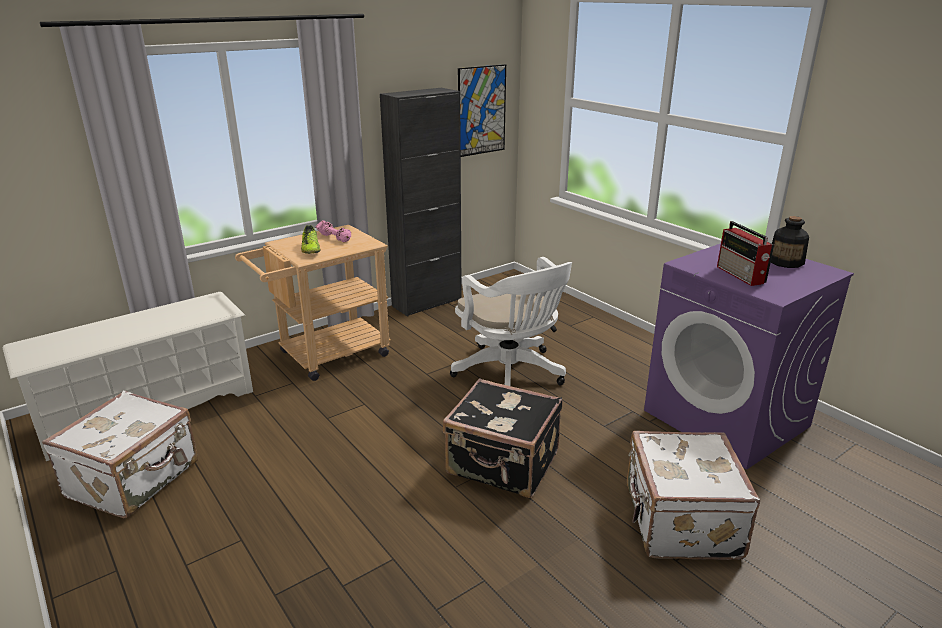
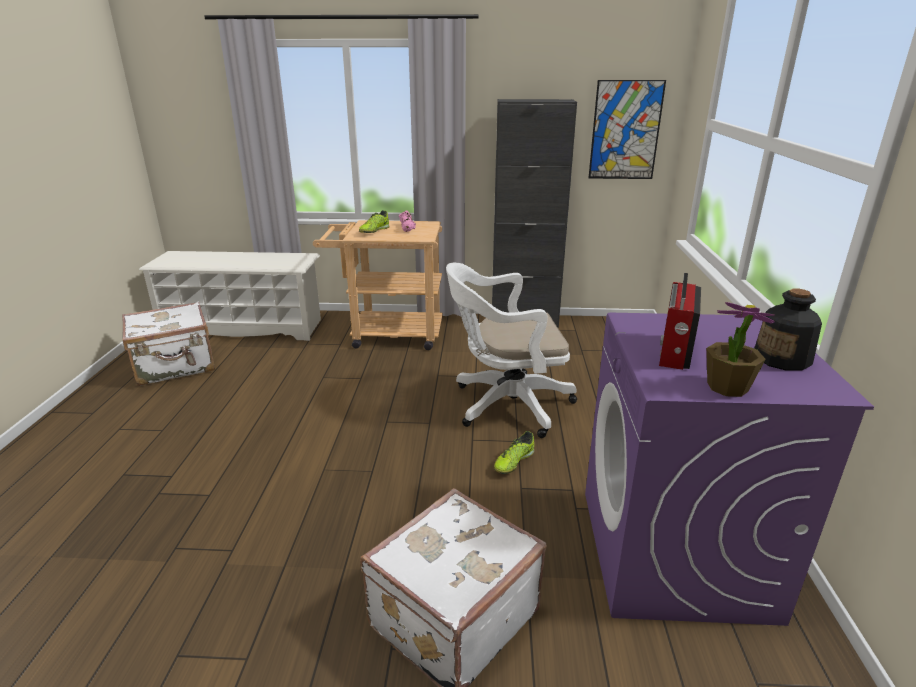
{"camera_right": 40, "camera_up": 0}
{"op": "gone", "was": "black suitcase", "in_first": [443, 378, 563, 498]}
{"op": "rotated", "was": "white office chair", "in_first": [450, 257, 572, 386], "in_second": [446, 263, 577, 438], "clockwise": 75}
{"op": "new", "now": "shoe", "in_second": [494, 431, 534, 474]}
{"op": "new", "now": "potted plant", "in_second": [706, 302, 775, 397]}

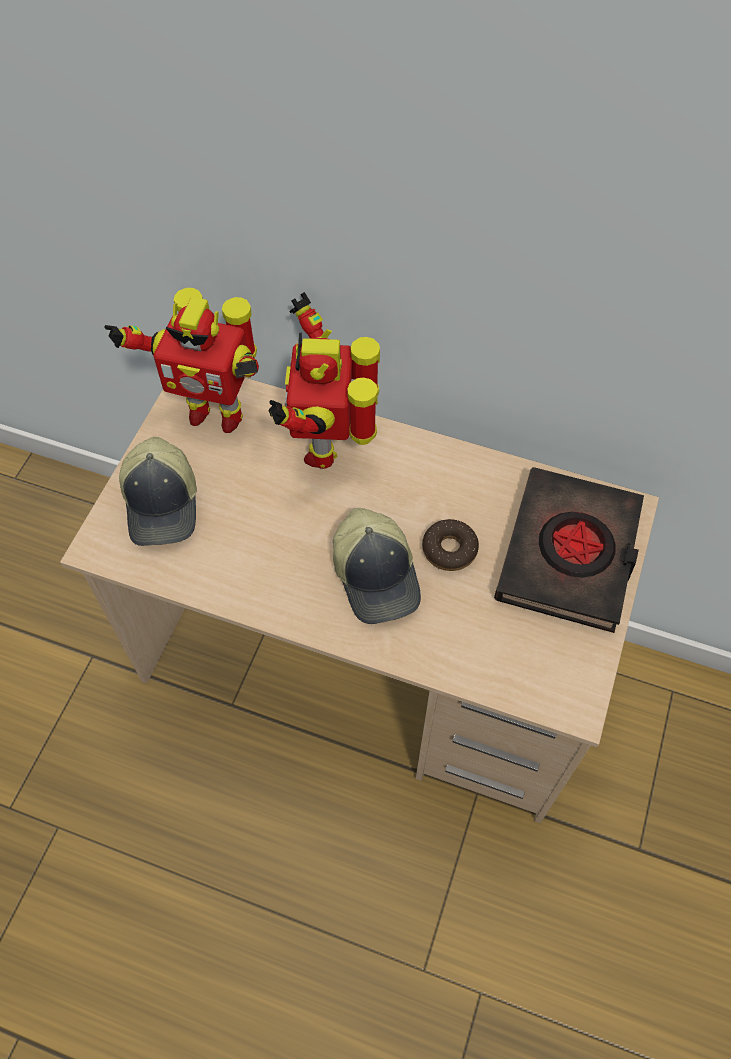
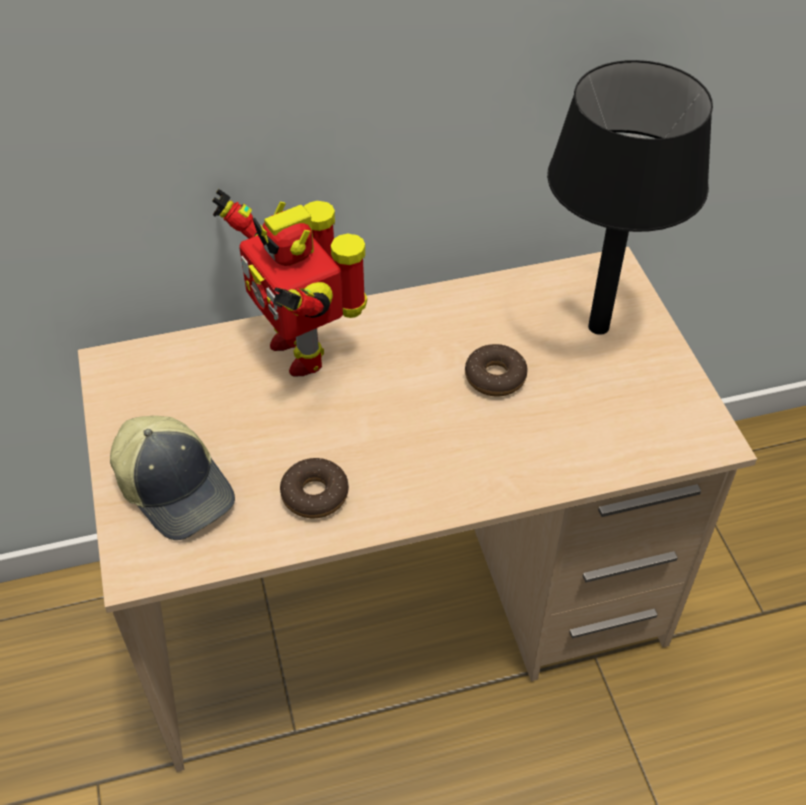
{"camera_right": -35, "camera_up": -10}
{"op": "gone", "was": "toy robot", "in_first": [104, 288, 259, 433]}
{"op": "gone", "was": "cap", "in_first": [333, 508, 421, 624]}
{"op": "swapped", "was": "black book", "now": "black table lamp", "in_first": [494, 467, 644, 633], "in_second": [547, 60, 713, 335]}
{"op": "new", "now": "donut", "in_second": [280, 458, 349, 518]}

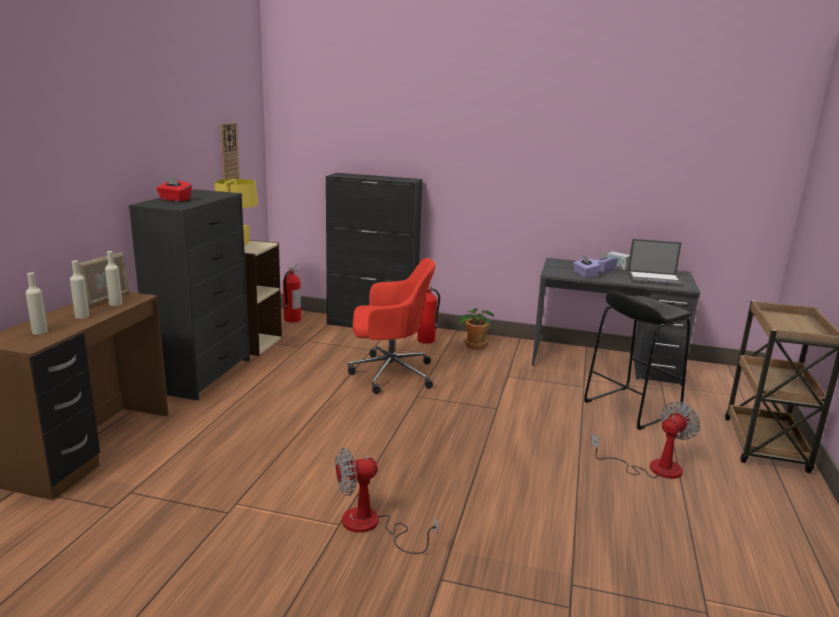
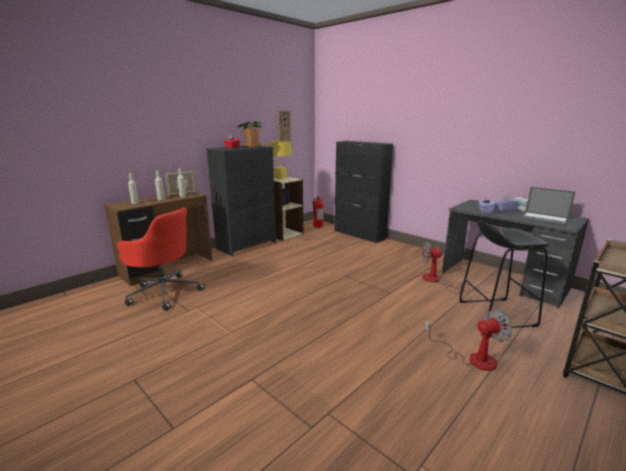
{"camera_right": 30, "camera_up": 0}
{"op": "shifted", "was": "fan", "in_first": [335, 448, 438, 554], "in_second": [422, 242, 467, 293]}
{"op": "shifted", "was": "red office chair", "in_first": [348, 258, 435, 394], "in_second": [117, 208, 205, 311]}
{"op": "gone", "was": "fire extinguisher", "in_first": [417, 285, 440, 344]}
{"op": "shifted", "was": "potted plant", "in_first": [459, 308, 494, 349], "in_second": [237, 121, 262, 147]}

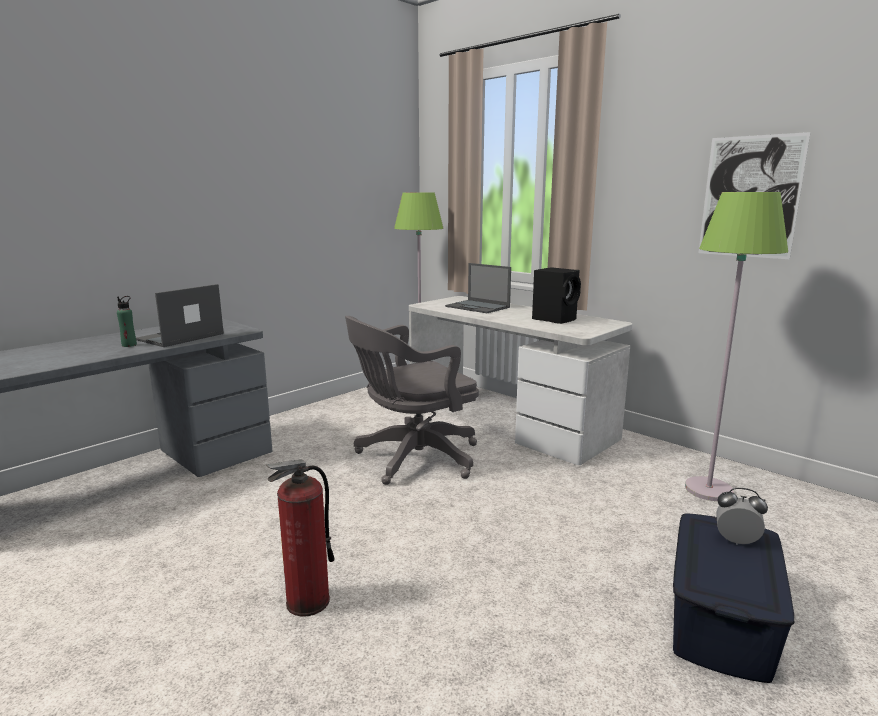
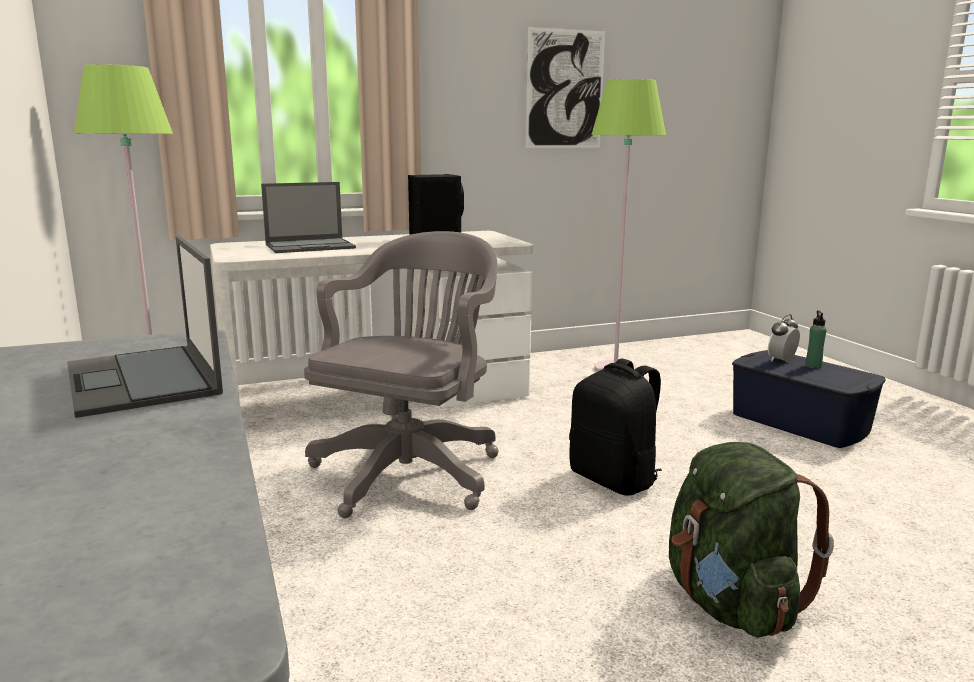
{"camera_right": -65, "camera_up": 0}
{"op": "shifted", "was": "green bottle", "in_first": [117, 296, 137, 347], "in_second": [805, 310, 827, 369]}
{"op": "swapped", "was": "fire extinguisher", "now": "green backpack", "in_first": [266, 459, 335, 617], "in_second": [669, 442, 834, 638]}
{"op": "rotated", "was": "grey office chair", "in_first": [345, 316, 479, 485], "in_second": [304, 231, 499, 518], "clockwise": -150}
{"op": "new", "now": "black backpack", "in_second": [569, 359, 662, 496]}

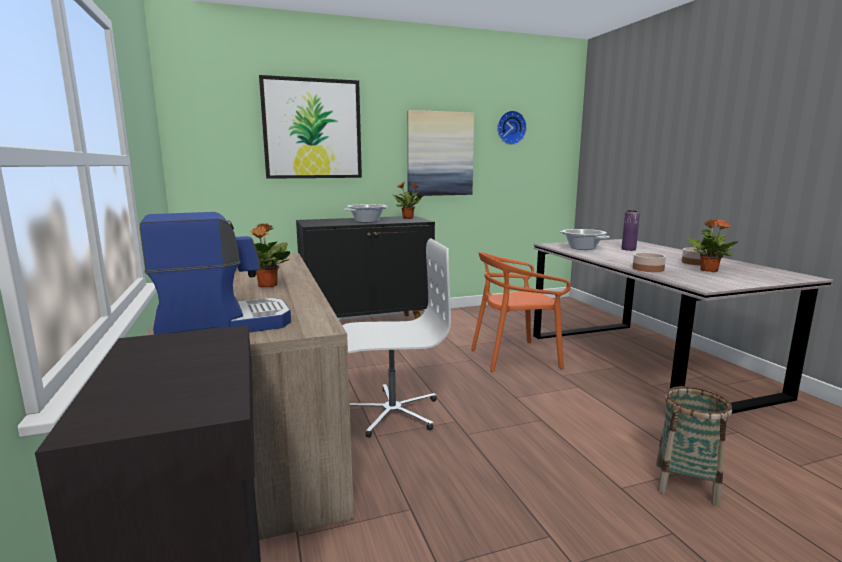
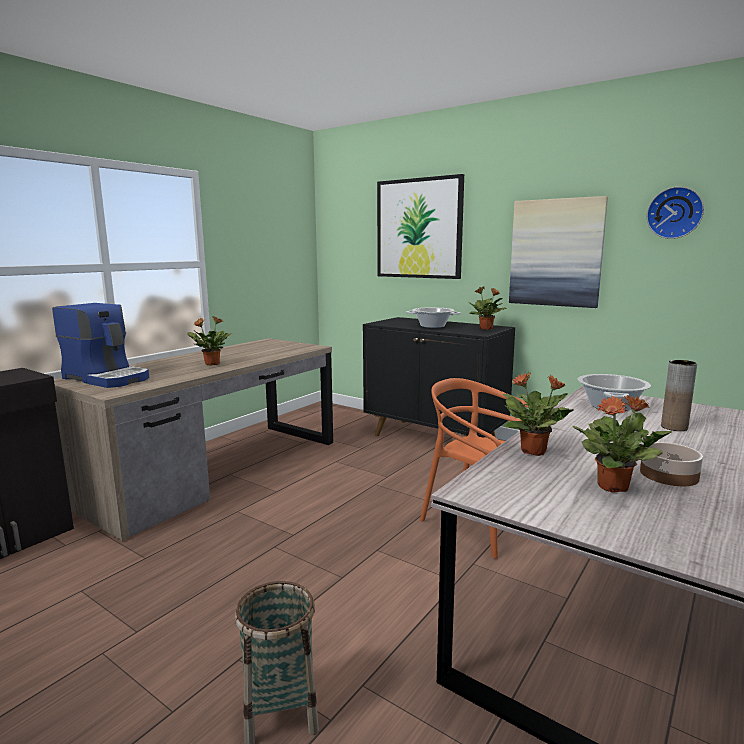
{"camera_right": 55, "camera_up": 0}
{"op": "gone", "was": "white office chair", "in_first": [342, 239, 451, 438]}
{"op": "repainted", "was": "purple vase", "now": "brown vase", "in_first": [621, 210, 640, 251], "in_second": [661, 360, 697, 431]}
{"op": "swapped", "was": "bowl", "now": "potted plant", "in_first": [632, 253, 666, 272], "in_second": [503, 372, 574, 456]}

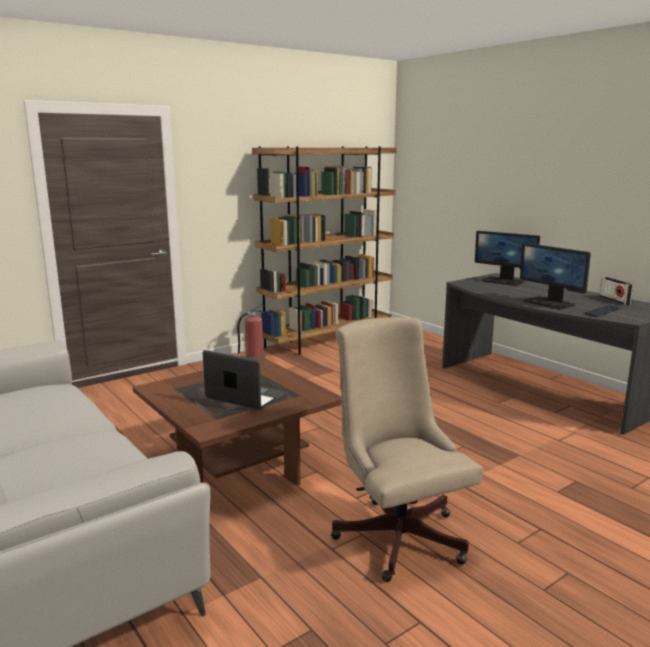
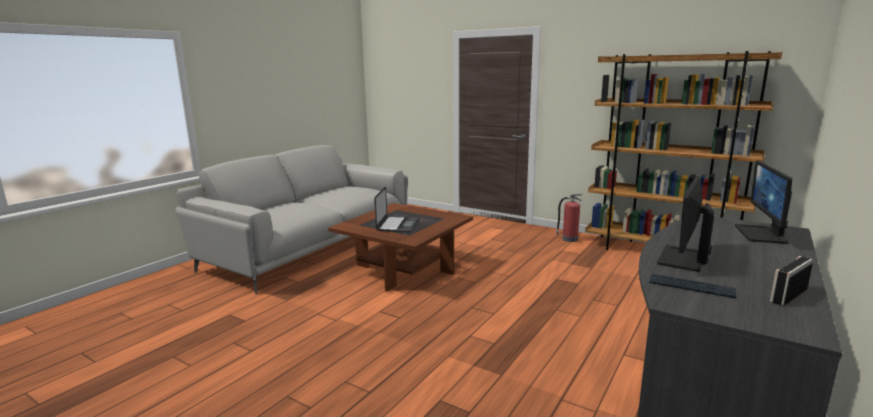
{"camera_right": 70, "camera_up": 0}
{"op": "gone", "was": "beige office chair", "in_first": [331, 317, 483, 582]}

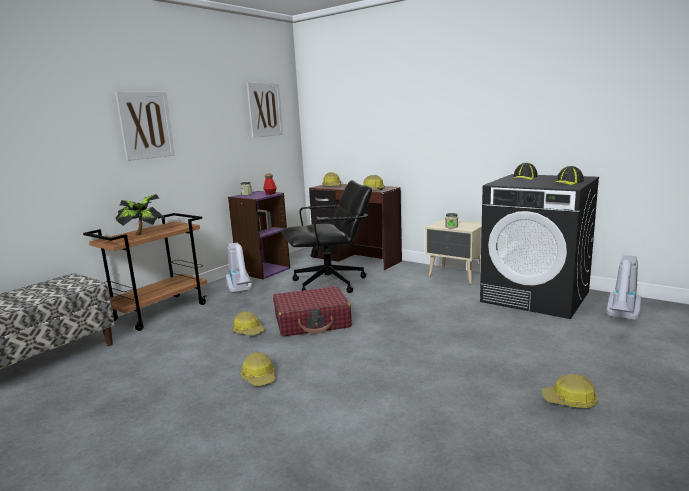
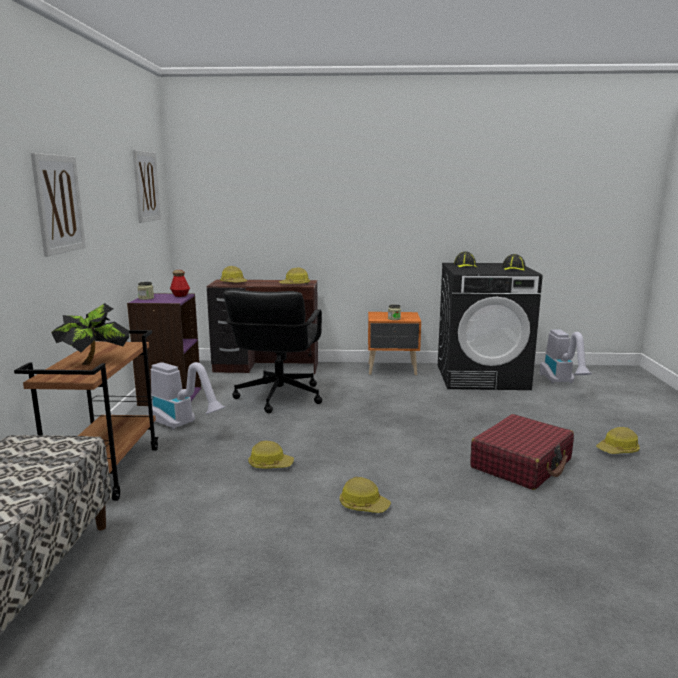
{"camera_right": -35, "camera_up": 0}
{"op": "shifted", "was": "red suitcase", "in_first": [273, 286, 352, 337], "in_second": [470, 414, 574, 490]}
{"op": "rotated", "was": "black office chair", "in_first": [282, 180, 372, 293], "in_second": [223, 289, 322, 413], "clockwise": 150}
{"op": "repainted", "was": "beige nightstand", "now": "orange nightstand", "in_first": [425, 219, 482, 285], "in_second": [368, 312, 421, 375]}

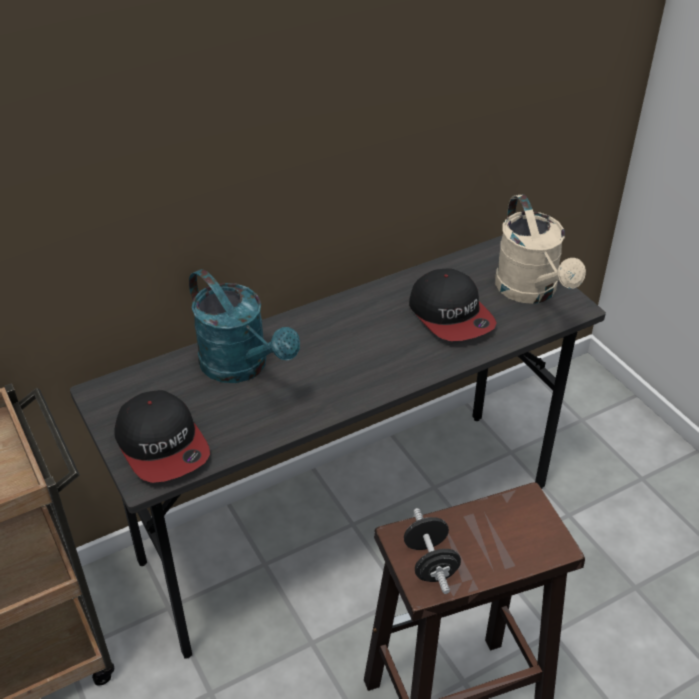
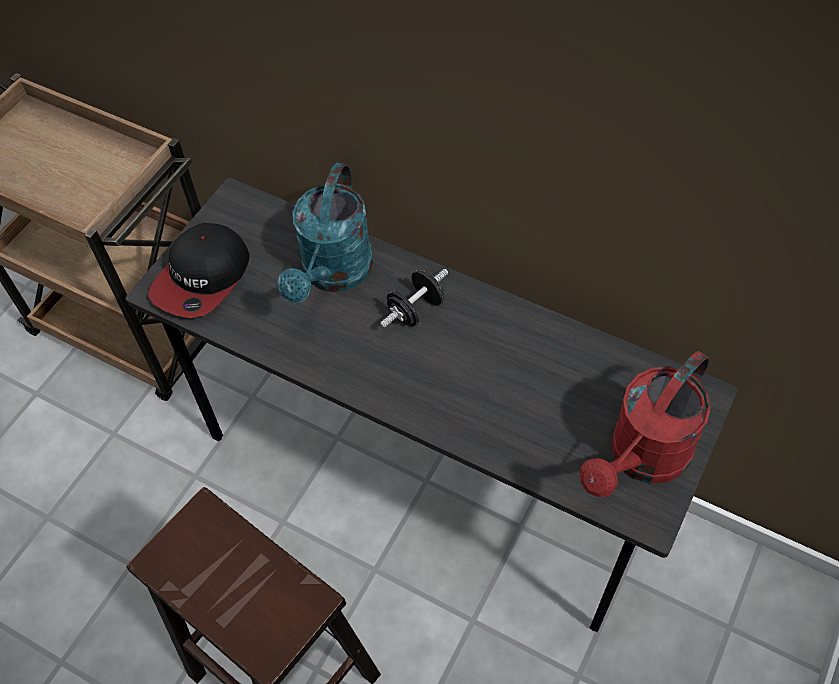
{"camera_right": 60, "camera_up": 15}
{"op": "shifted", "was": "black dumbbell", "in_first": [404, 508, 461, 594], "in_second": [380, 269, 448, 328]}
{"op": "gone", "was": "cap", "in_first": [409, 268, 497, 341]}
{"op": "repainted", "was": "beige watering can", "now": "red watering can", "in_first": [495, 194, 586, 304], "in_second": [580, 351, 711, 498]}

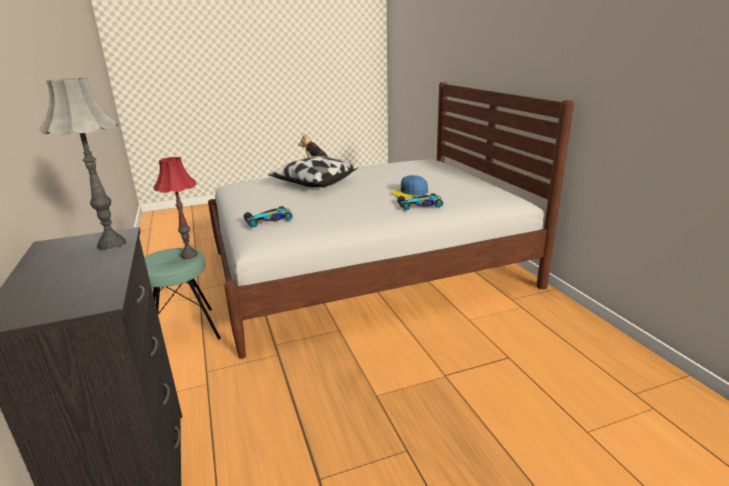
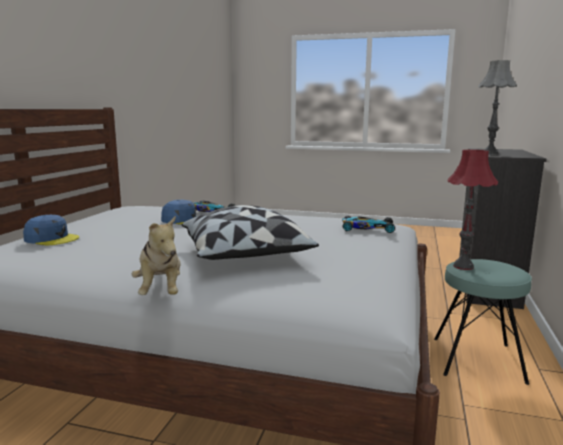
{"camera_right": -145, "camera_up": -10}
{"op": "new", "now": "blue cap", "in_second": [23, 215, 79, 245]}

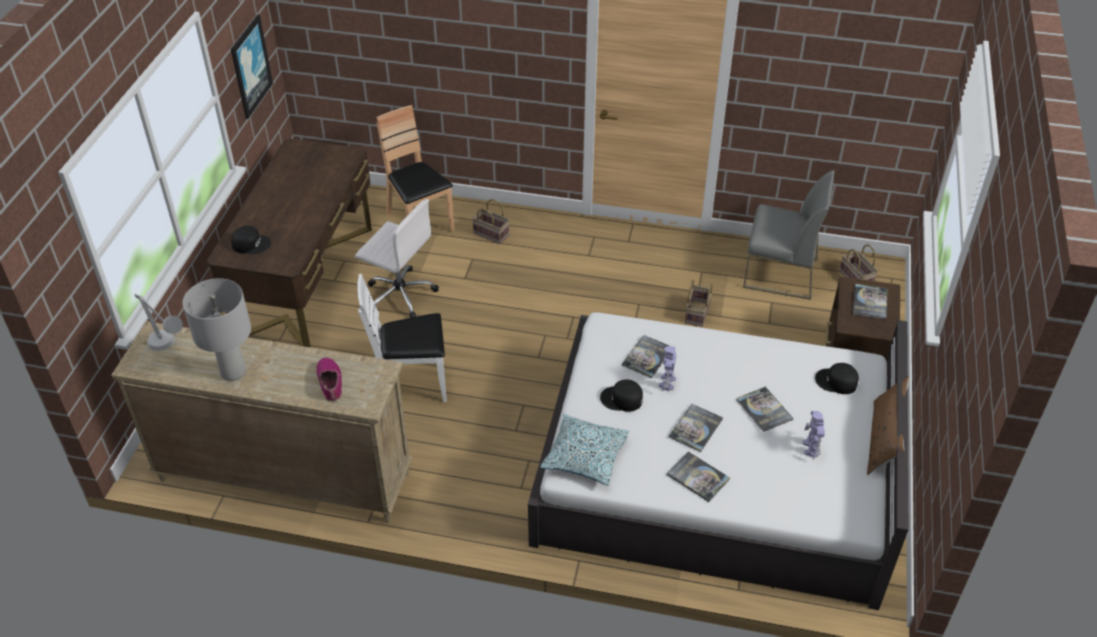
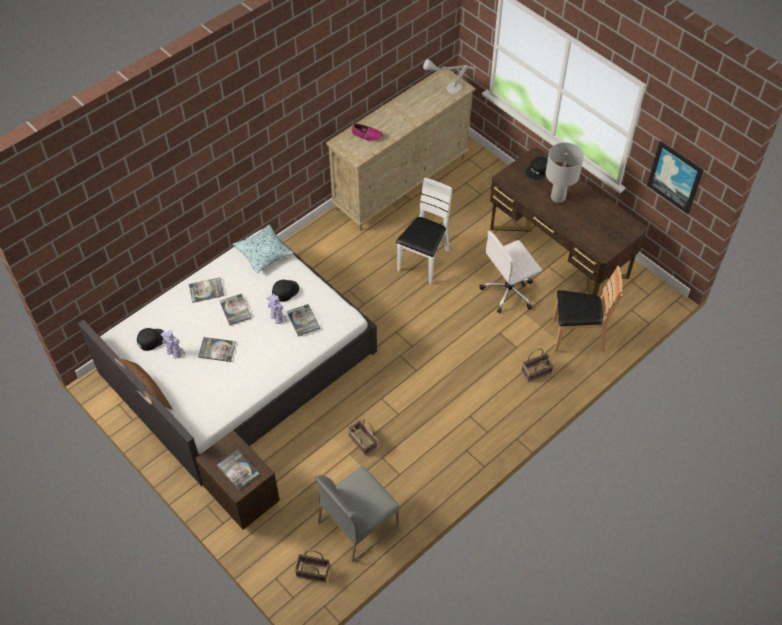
{"camera_right": 125, "camera_up": 10}
{"op": "shifted", "was": "grey table lamp", "in_first": [183, 278, 251, 381], "in_second": [546, 142, 584, 203]}
{"op": "shifted", "was": "black cap", "in_first": [815, 363, 859, 394], "in_second": [137, 328, 164, 351]}

